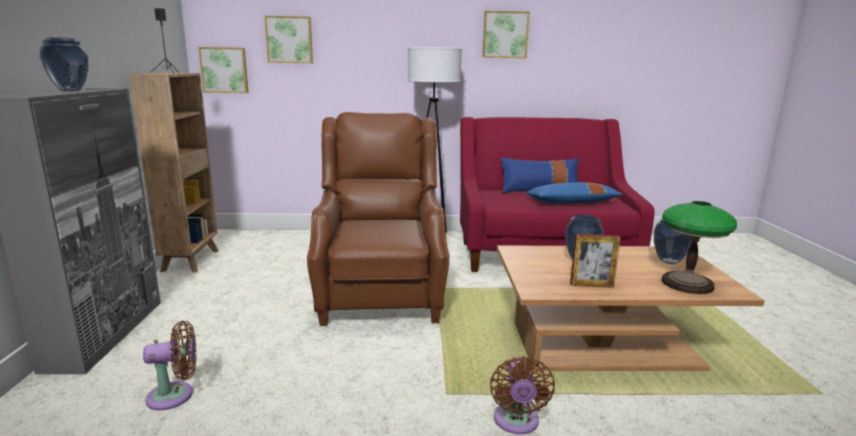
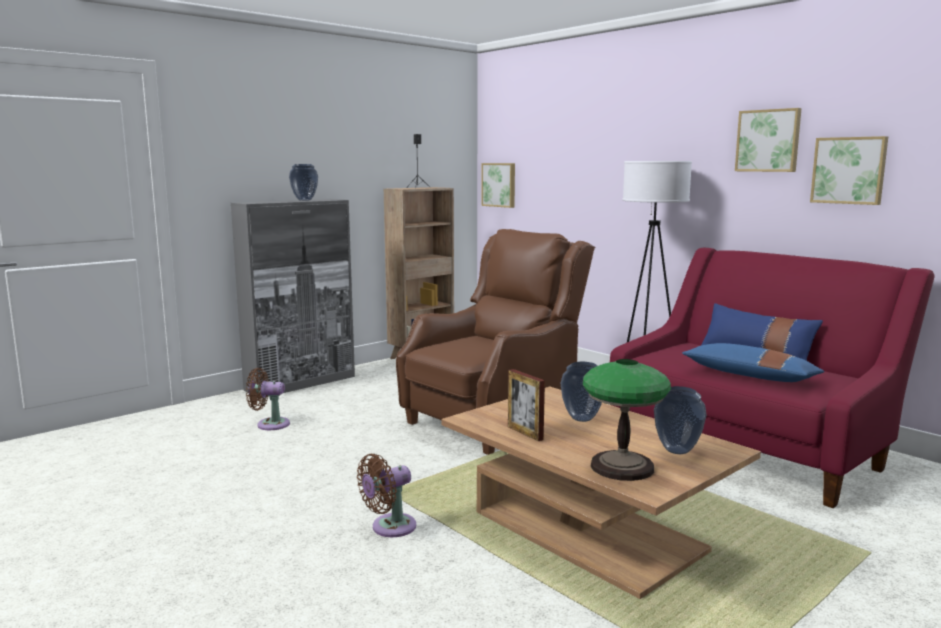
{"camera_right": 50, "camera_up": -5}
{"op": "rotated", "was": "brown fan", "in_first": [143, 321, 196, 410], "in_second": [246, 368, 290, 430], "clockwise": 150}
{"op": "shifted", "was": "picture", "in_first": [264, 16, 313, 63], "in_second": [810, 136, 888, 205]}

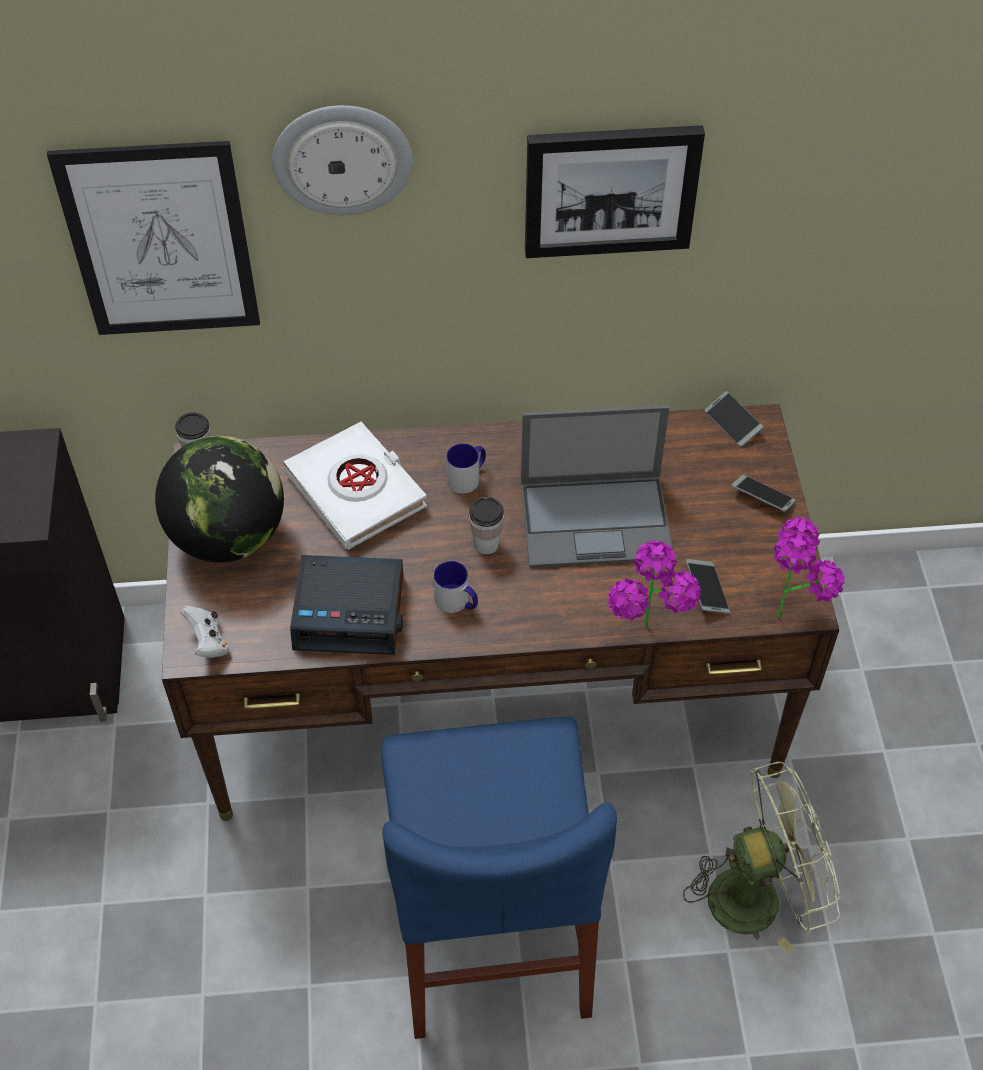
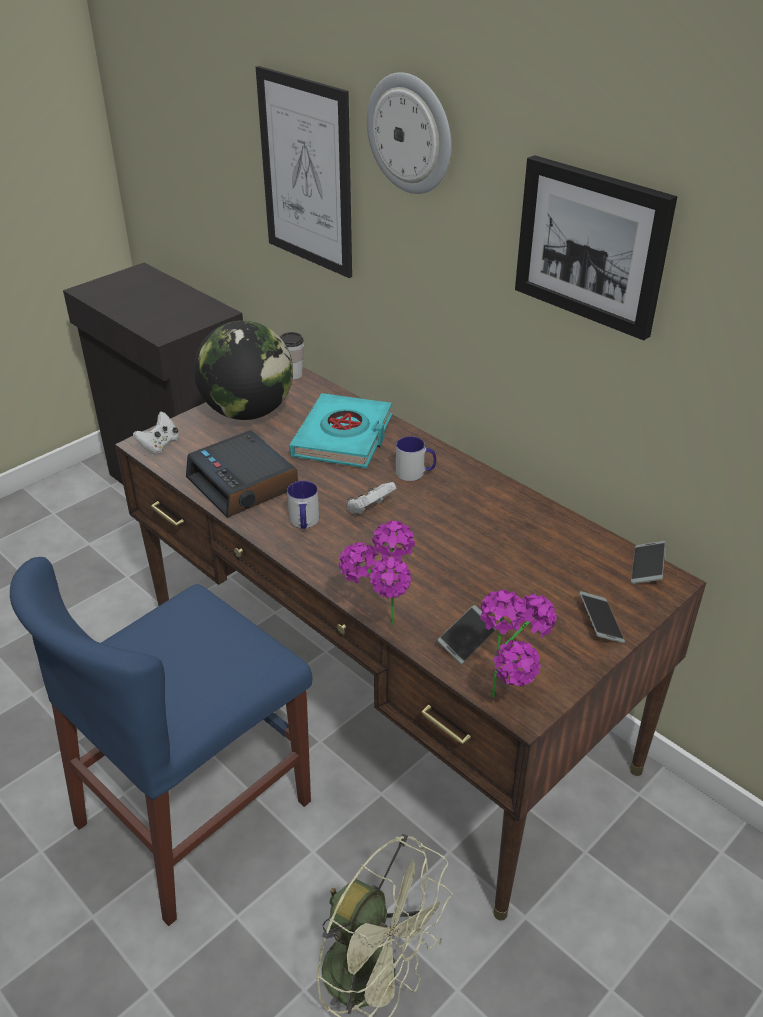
{"camera_right": 50, "camera_up": -15}
{"op": "repainted", "was": "white book", "now": "turquoise book", "in_first": [283, 422, 427, 550], "in_second": [289, 393, 393, 468]}
{"op": "swapped", "was": "cup", "now": "white game controller", "in_first": [469, 496, 504, 554], "in_second": [347, 482, 396, 515]}
{"op": "gone", "was": "laptop", "in_first": [521, 405, 673, 568]}

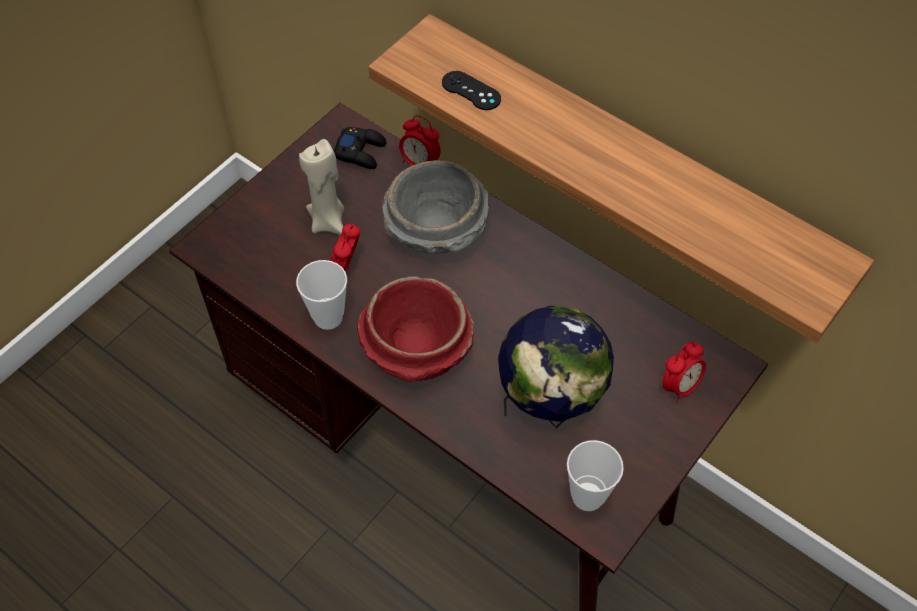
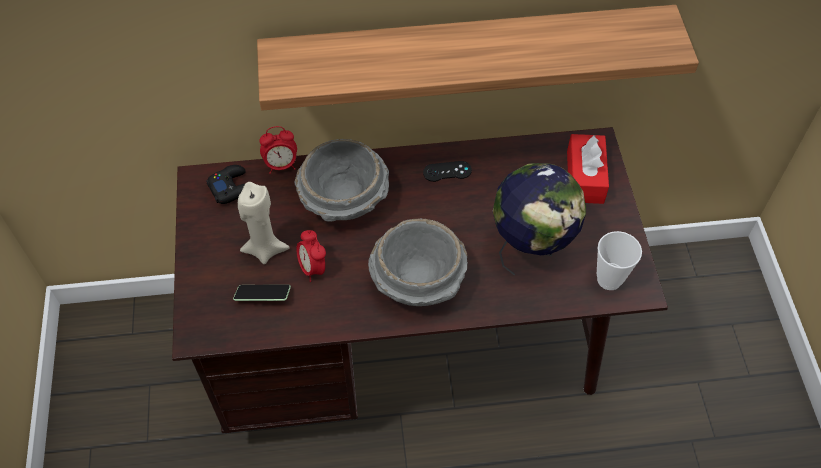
{"camera_right": -45, "camera_up": 0}
{"op": "gone", "was": "cup", "in_first": [296, 260, 347, 330]}
{"op": "repainted", "was": "red bowl", "now": "grey bowl", "in_first": [357, 276, 474, 382], "in_second": [368, 218, 468, 306]}
{"op": "shifted", "was": "black game controller", "in_first": [442, 71, 501, 110], "in_second": [423, 161, 472, 182]}
{"op": "swapped", "was": "alarm clock", "now": "red tissue box", "in_first": [662, 342, 706, 403], "in_second": [567, 134, 609, 204]}
{"op": "new", "now": "phone", "in_second": [233, 284, 291, 301]}

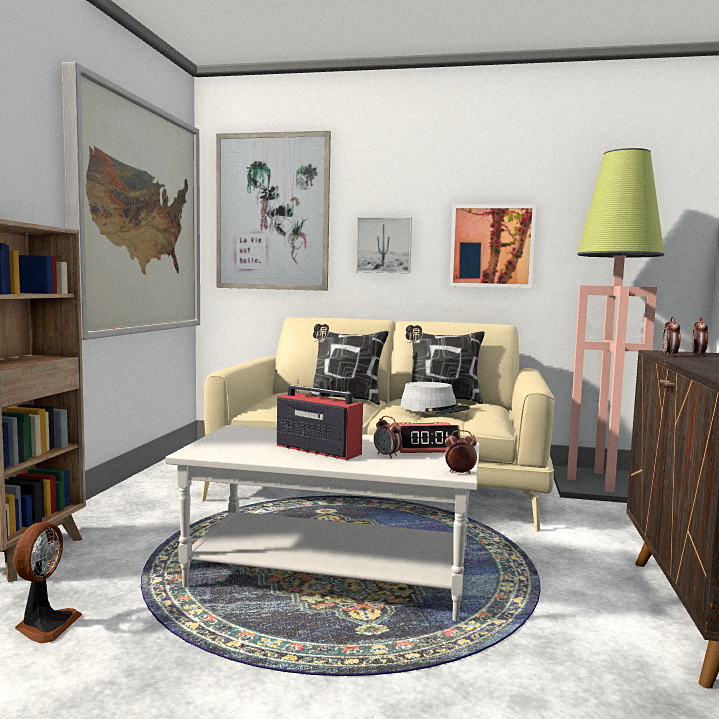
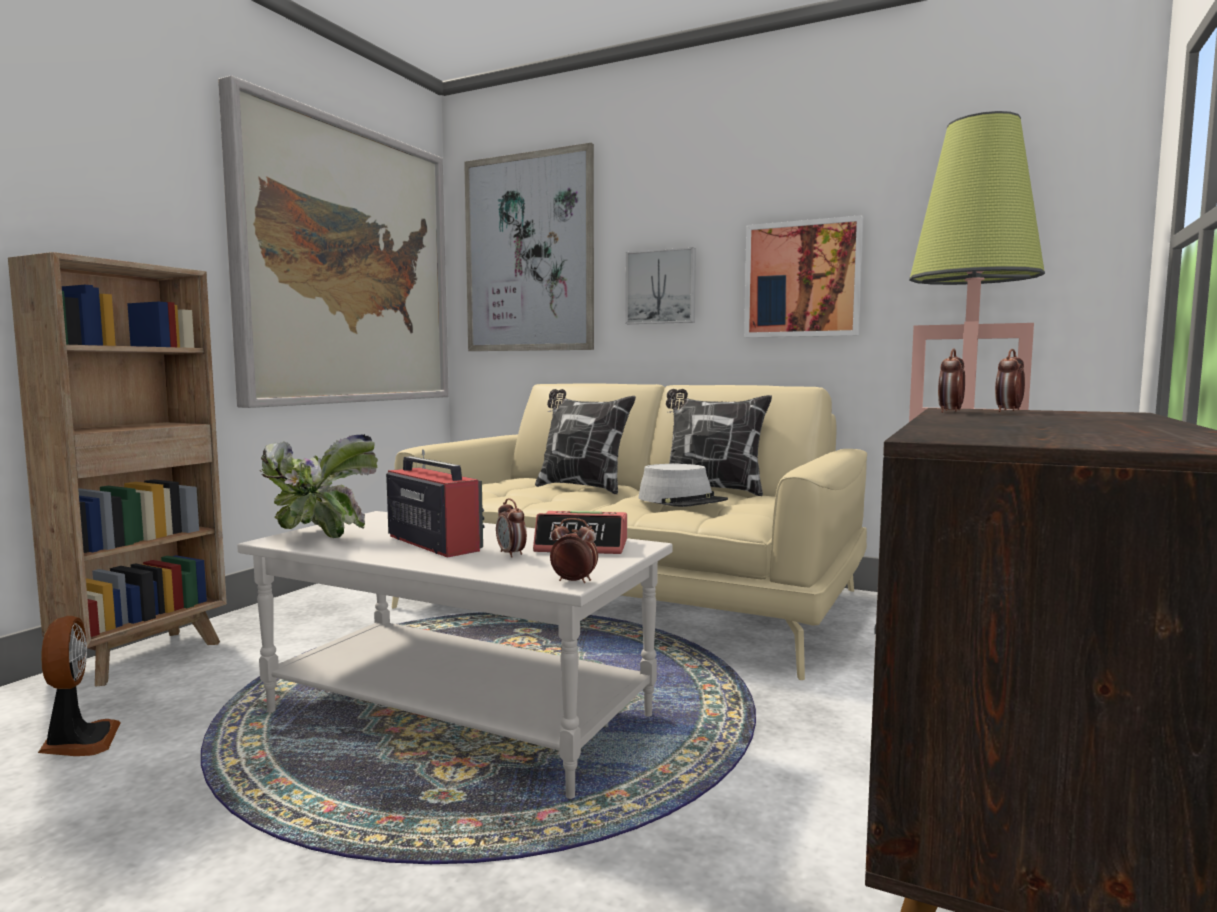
{"camera_right": 15, "camera_up": 0}
{"op": "rotated", "was": "fan", "in_first": [14, 522, 82, 643], "in_second": [38, 616, 121, 756], "clockwise": -45}
{"op": "new", "now": "potted plant", "in_second": [260, 434, 378, 538]}

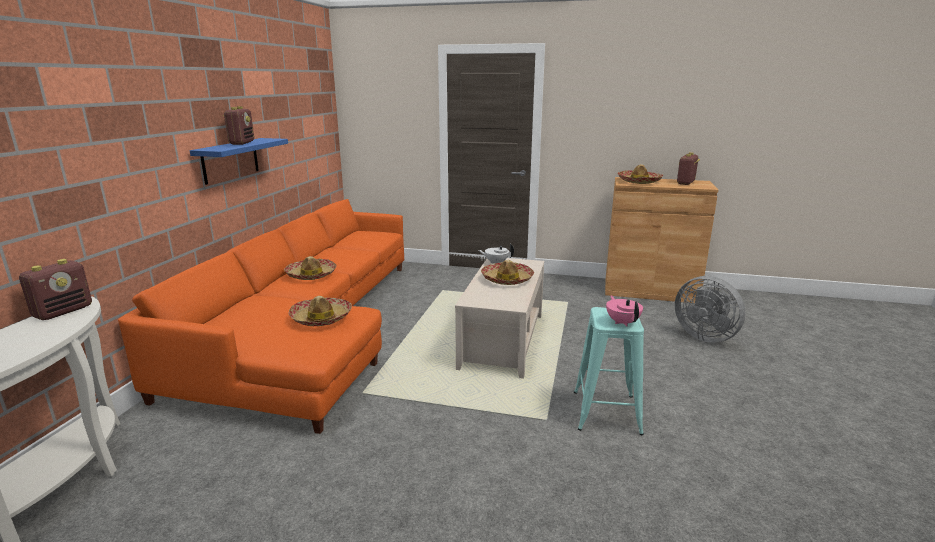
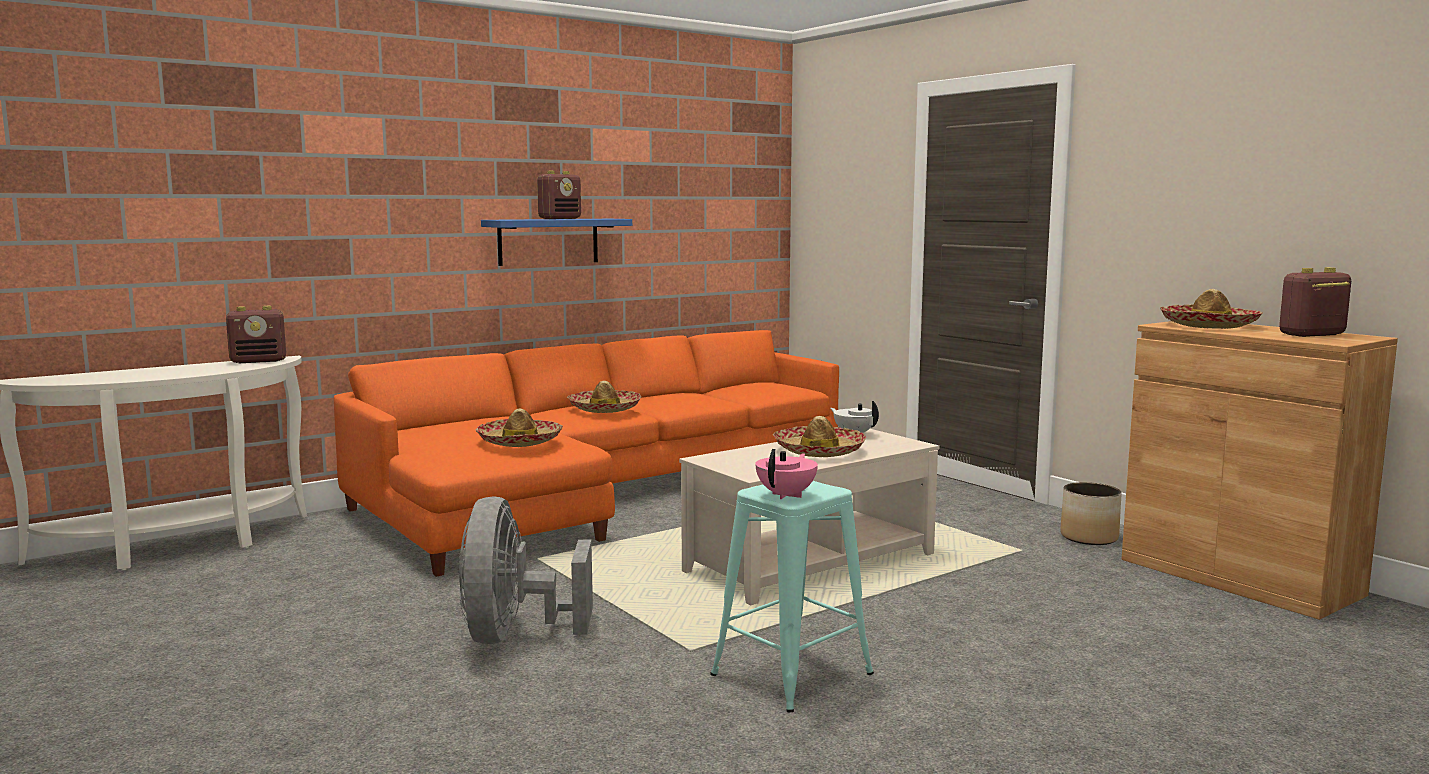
{"camera_right": 40, "camera_up": -10}
{"op": "shifted", "was": "grey fan", "in_first": [675, 276, 745, 343], "in_second": [458, 496, 593, 644]}
{"op": "new", "now": "planter", "in_second": [1060, 482, 1122, 545]}

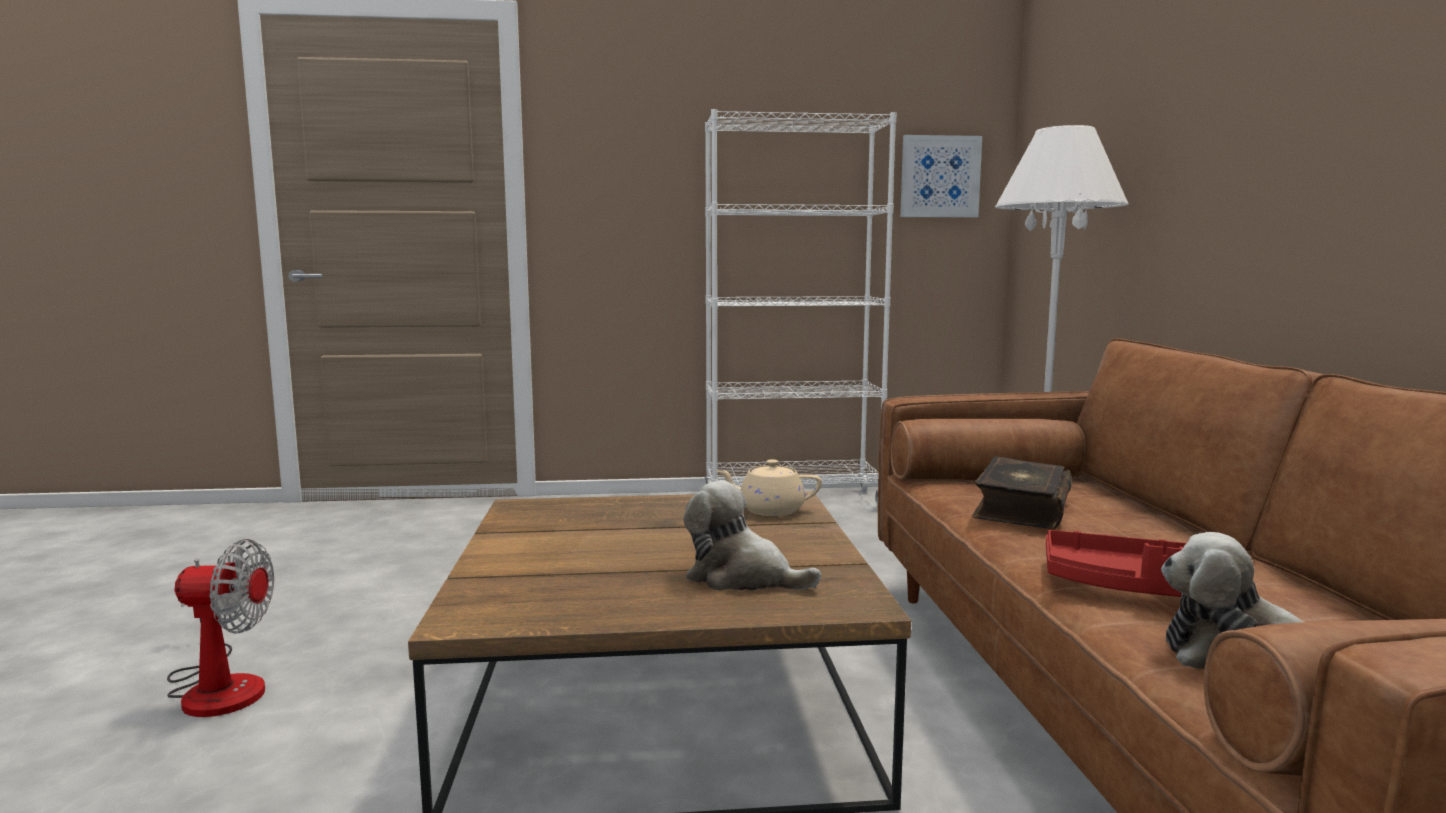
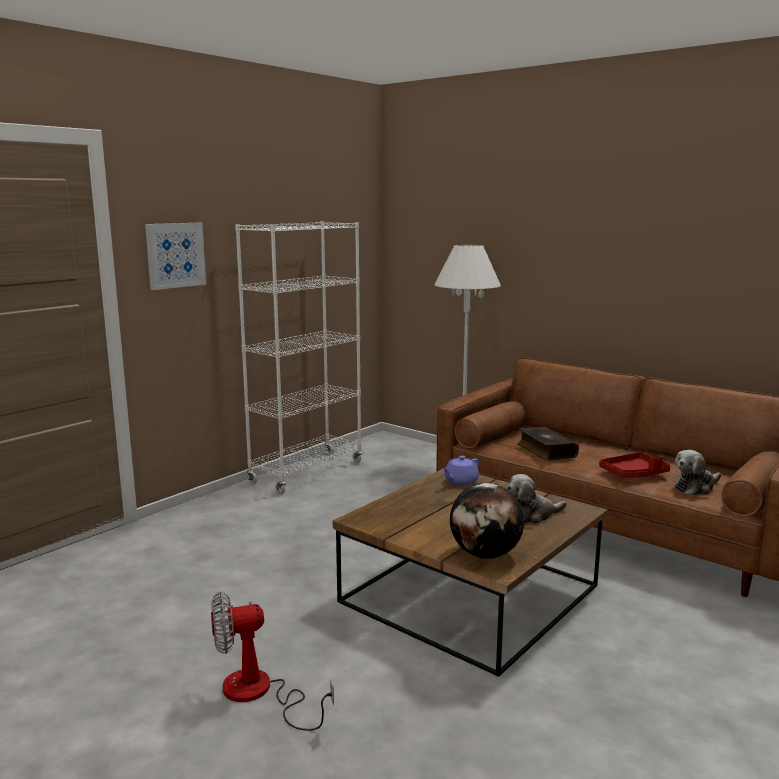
{"camera_right": -45, "camera_up": 5}
{"op": "rotated", "was": "fan", "in_first": [167, 539, 274, 717], "in_second": [211, 592, 334, 731], "clockwise": -150}
{"op": "repainted", "was": "beige teapot", "now": "purple teapot", "in_first": [717, 459, 822, 516], "in_second": [442, 456, 479, 486]}
{"op": "shifted", "was": "picture", "in_first": [900, 135, 982, 218], "in_second": [145, 222, 206, 290]}
{"op": "new", "now": "globe", "in_second": [450, 483, 524, 559]}

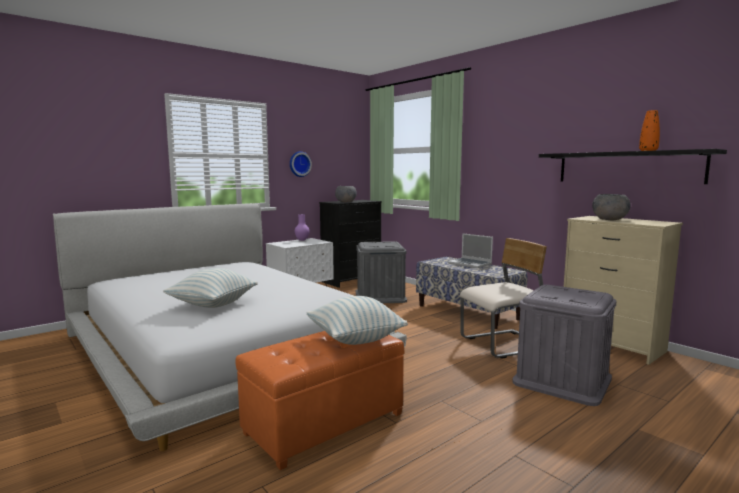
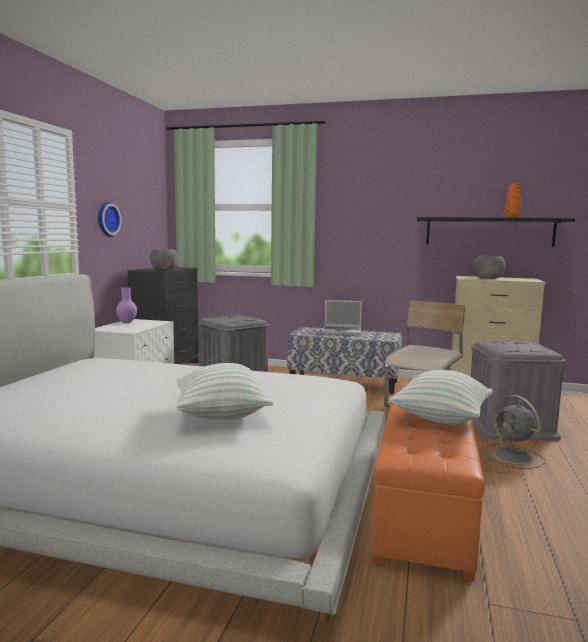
{"camera_right": -35, "camera_up": 0}
{"op": "new", "now": "grey fan", "in_second": [484, 395, 546, 469]}

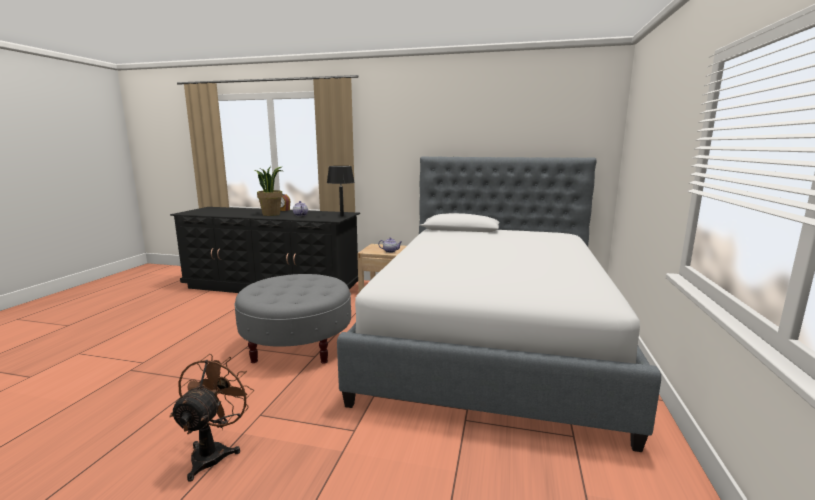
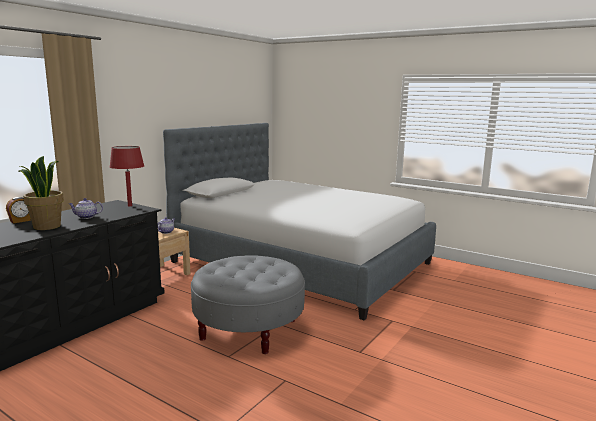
{"camera_right": -70, "camera_up": 0}
{"op": "gone", "was": "brown fan", "in_first": [169, 354, 254, 482]}
{"op": "repainted", "was": "black table lamp", "now": "red table lamp", "in_first": [327, 166, 355, 217], "in_second": [110, 146, 144, 206]}

